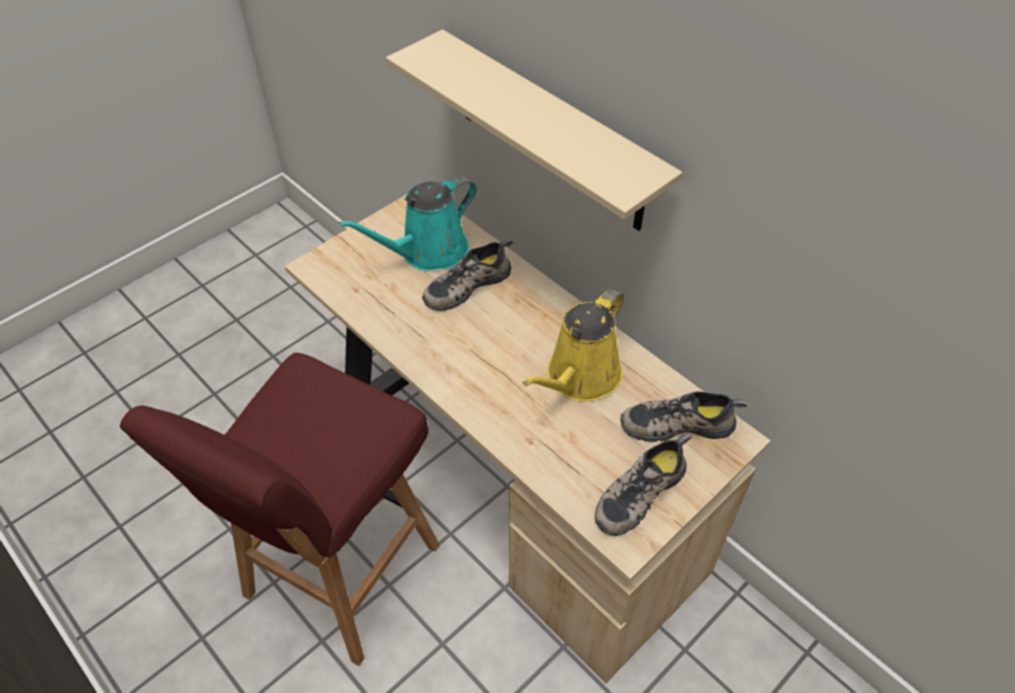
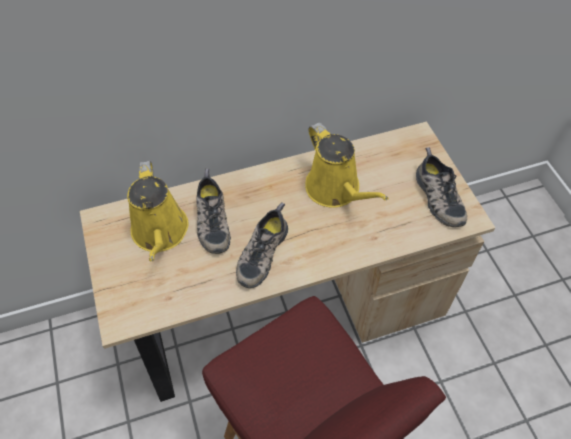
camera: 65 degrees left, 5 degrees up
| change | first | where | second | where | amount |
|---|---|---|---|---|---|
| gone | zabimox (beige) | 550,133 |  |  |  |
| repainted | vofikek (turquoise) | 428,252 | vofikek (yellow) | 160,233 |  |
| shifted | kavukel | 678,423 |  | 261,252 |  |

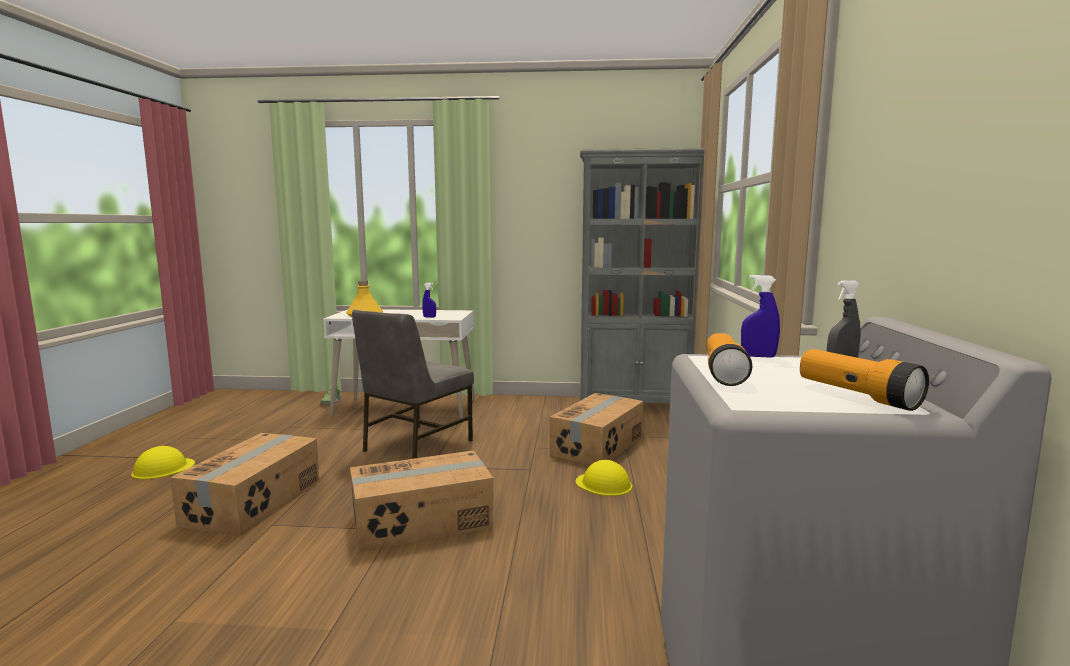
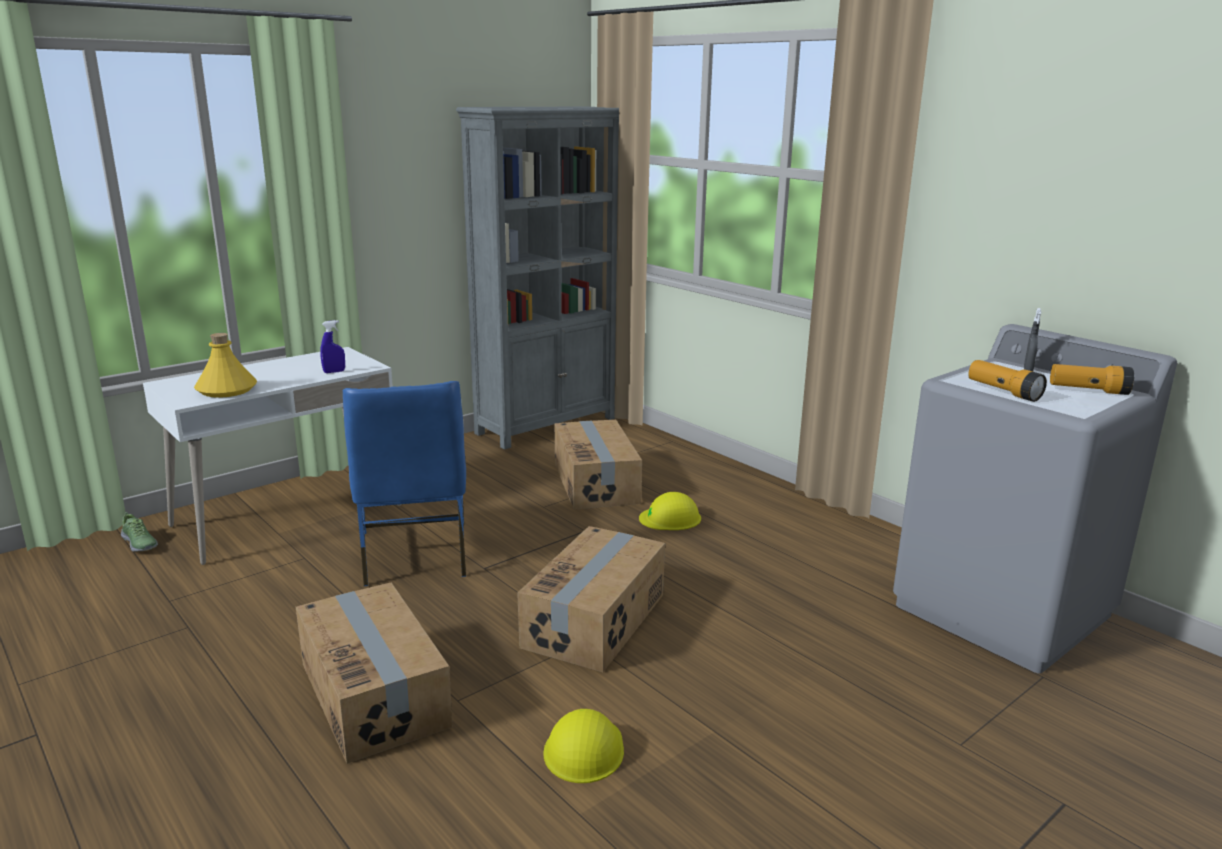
camera: 45 degrees left, 10 degrees up
| change | first | where | second | where | amount |
|---|---|---|---|---|---|
| gone | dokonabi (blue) | 758,356 |  |  |  |
| repainted | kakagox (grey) | 415,446 | kakagox (blue) | 413,554 |  |
| shifted | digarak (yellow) | 163,468 |  | 584,749 |  |

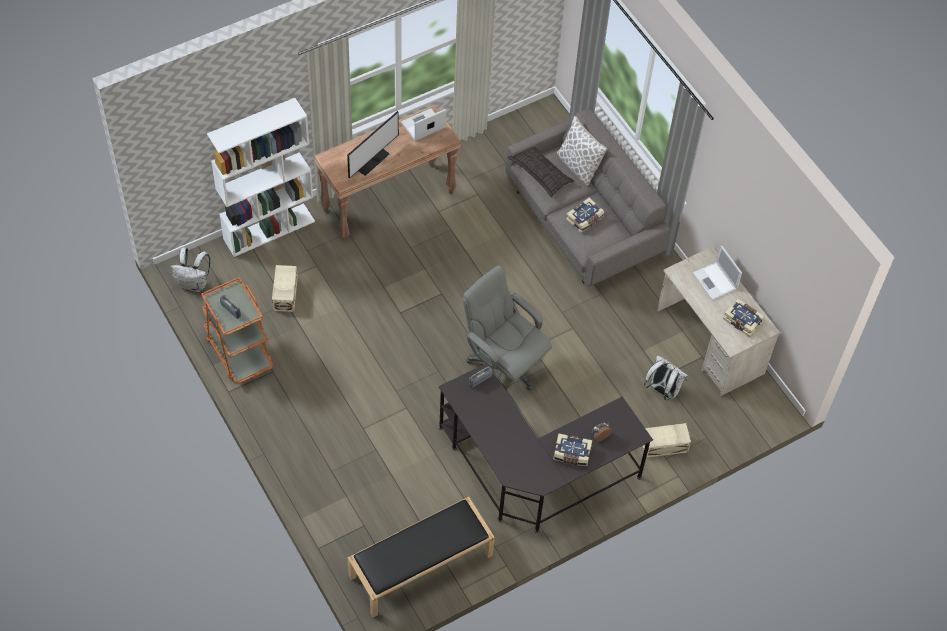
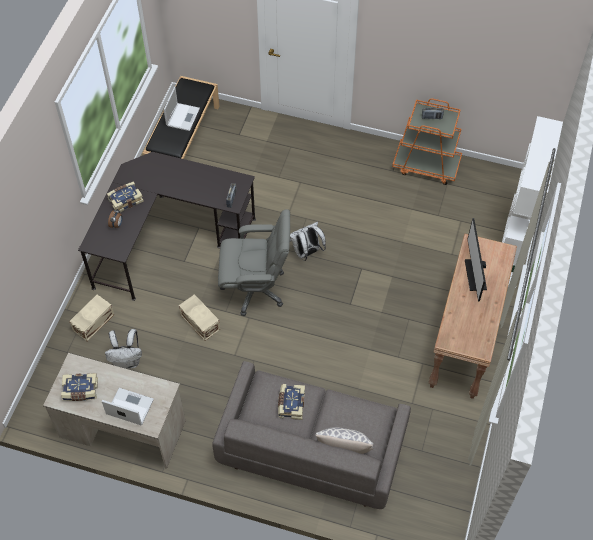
camera: 140 degrees right, 0 degrees up
| change | first | where | second | where | amount |
|---|---|---|---|---|---|
| shifted | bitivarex | 422,125 |  | 183,116 |  |
| gone | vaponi | 540,172 |  |  |  |
| shifted | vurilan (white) | 194,284 |  | 307,252 |  |
| shifted | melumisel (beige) | 284,294 |  | 200,321 |  |

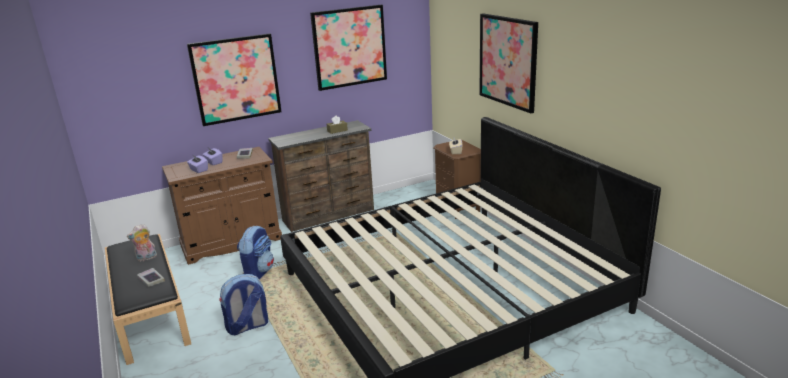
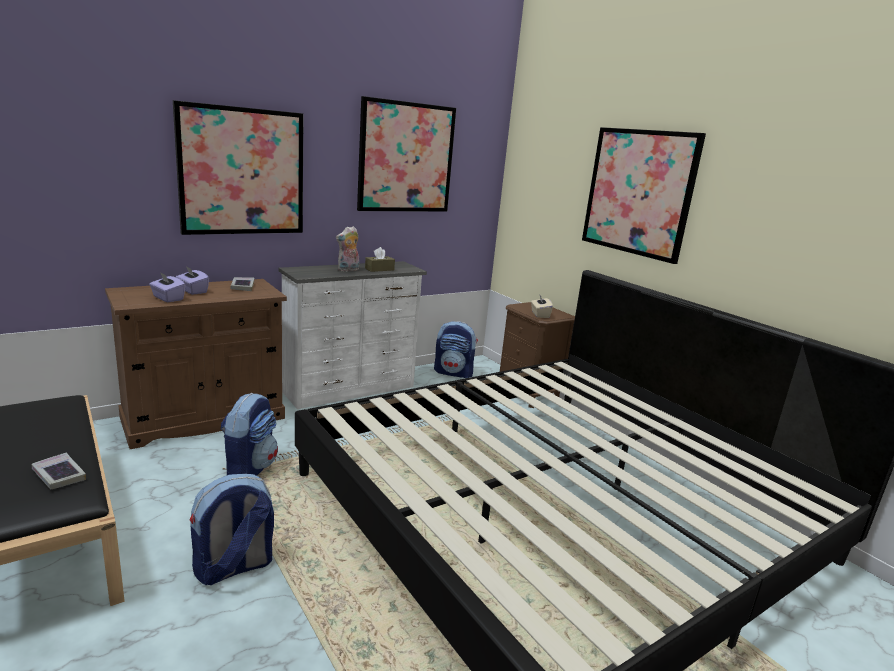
camera: 10 degrees left, 5 degrees down
| change | first | where | second | where | amount |
|---|---|---|---|---|---|
| repainted | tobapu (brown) | 329,215 | tobapu (white) | 351,390 |  |
| shifted | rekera | 146,258 |  | 348,270 |  |
| new |  |  | vurilan | 454,373 |  |

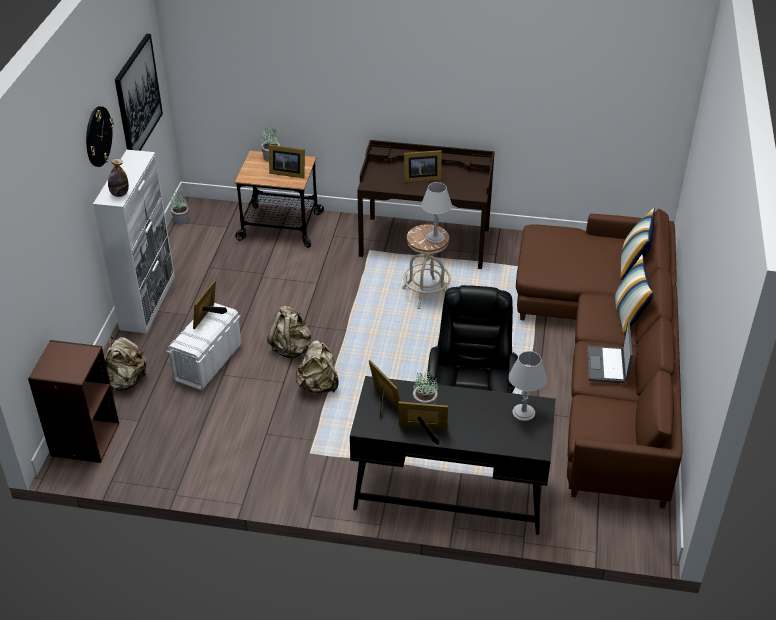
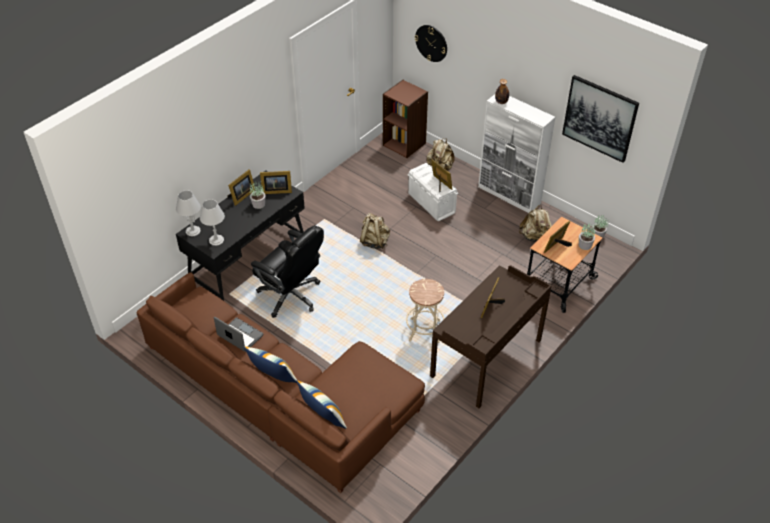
camera: 120 degrees right, 5 degrees up
| change | first | where | second | where | amount |
|---|---|---|---|---|---|
| shifted | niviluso | 98,136 |  | 431,43 |  |
| shifted | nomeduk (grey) | 435,237 |  | 193,231 |  |
| shifted | vurilan (beige) | 291,348 |  | 535,237 |  |

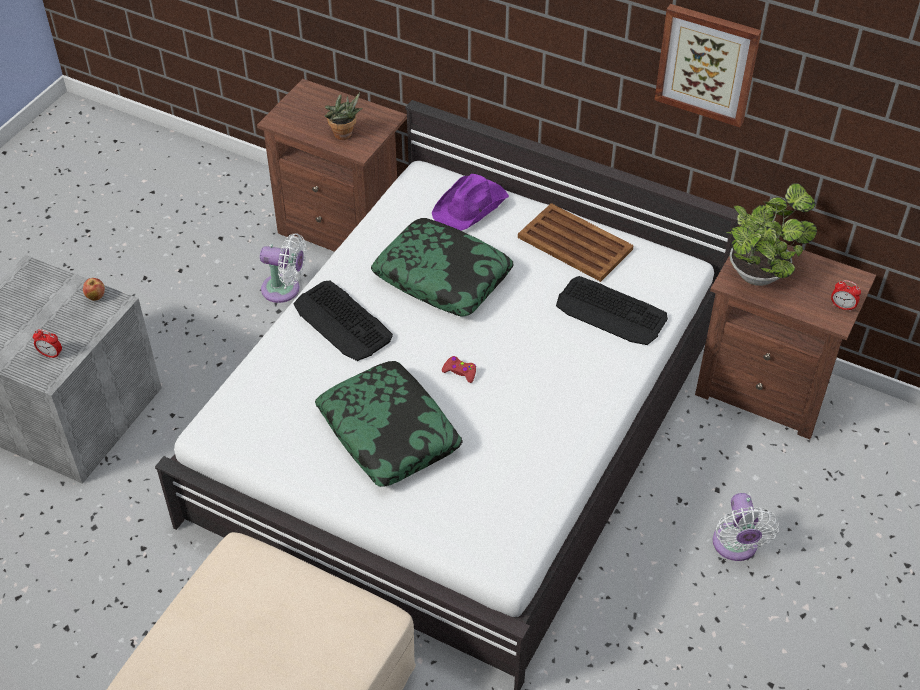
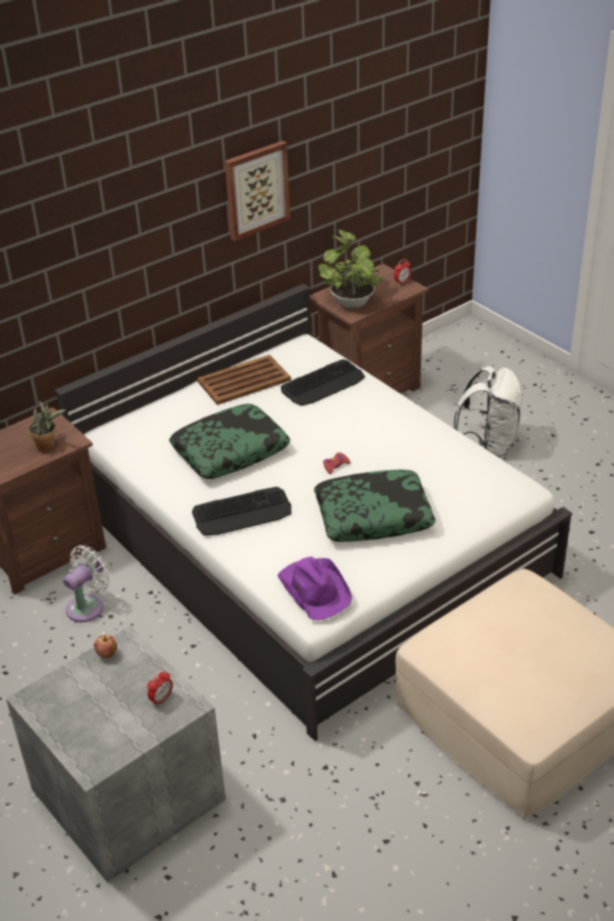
camera: 65 degrees left, 10 degrees down
| change | first | where | second | where | amount |
|---|---|---|---|---|---|
| shifted | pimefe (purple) | 471,206 |  | 315,589 |  |
| swapped | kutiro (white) | 736,546 | vurilan (white) | 488,444 |  |

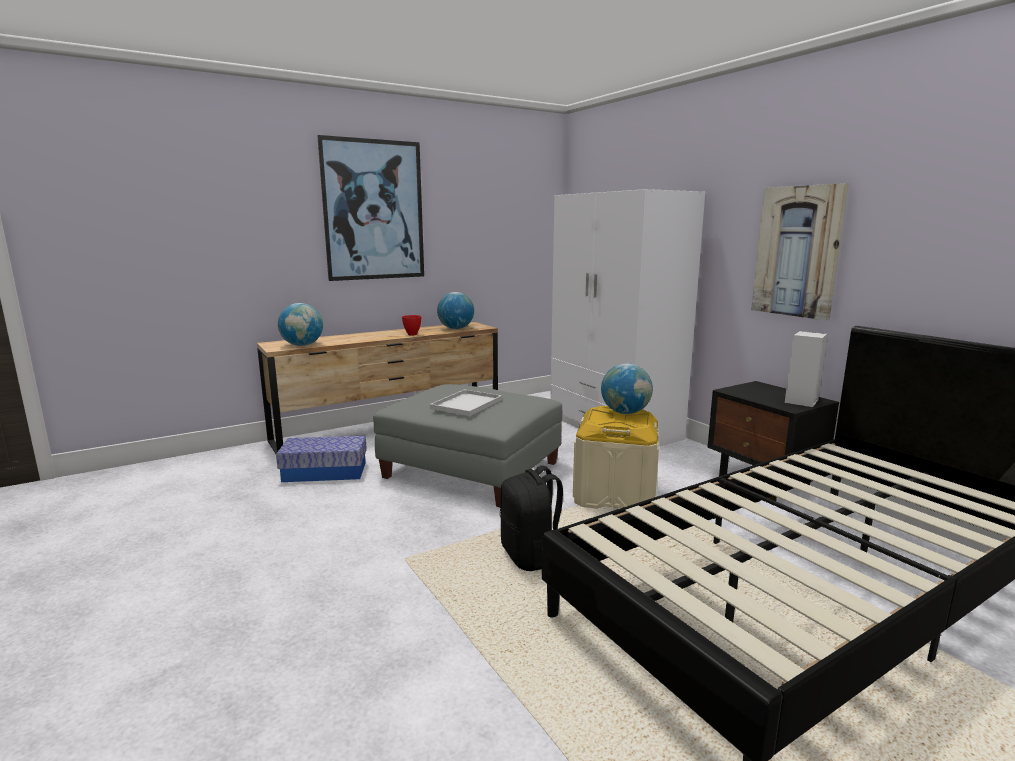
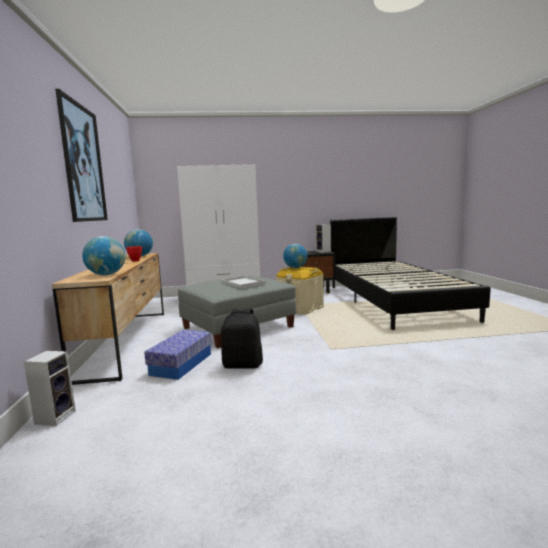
camera: 65 degrees left, 5 degrees down
| change | first | where | second | where | amount |
|---|---|---|---|---|---|
| gone | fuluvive | 797,252 |  |  |  |
| shifted | vurilan (black) | 531,556 |  | 243,365 |  |
| new |  |  | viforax | 55,416 |  |

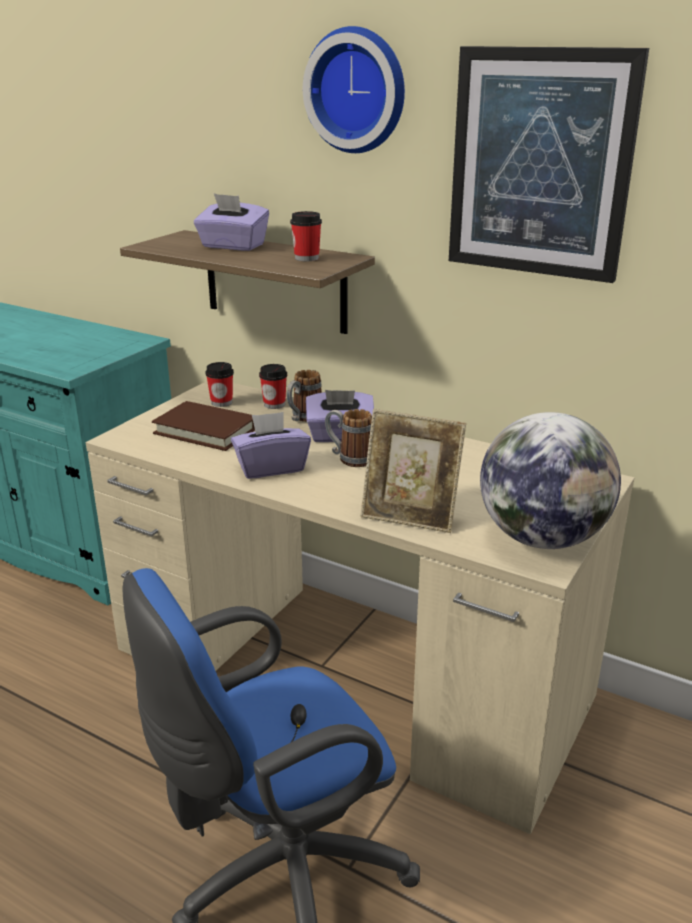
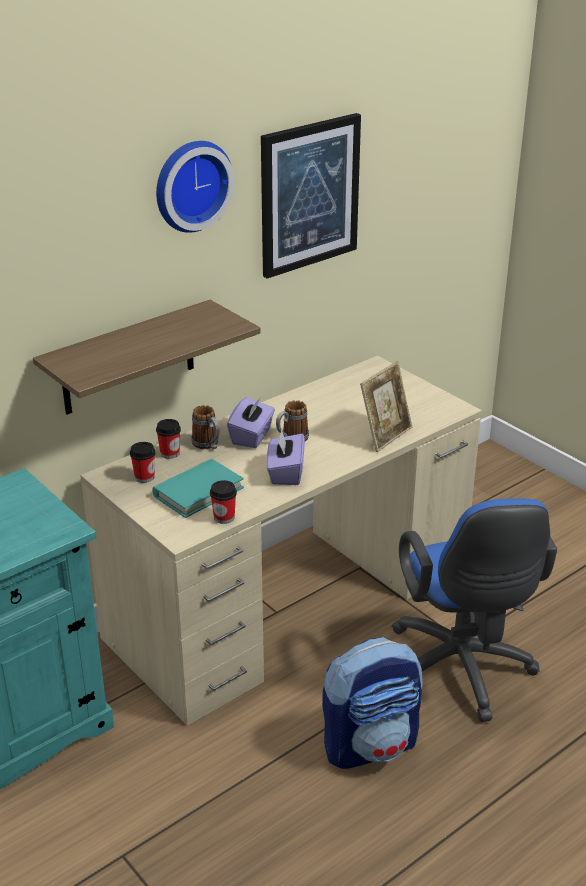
camera: 70 degrees left, 5 degrees up
| change | first | where | second | where | amount |
|---|---|---|---|---|---|
| gone | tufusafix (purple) | 232,246 |  |  |  |
| shifted | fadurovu | 306,258 |  | 224,517 |  |
| repainted | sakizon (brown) | 206,430 | sakizon (turquoise) | 198,492 |  |
| gone | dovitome | 542,538 |  |  |  |
| new |  |  | vurilan | 371,744 |  |

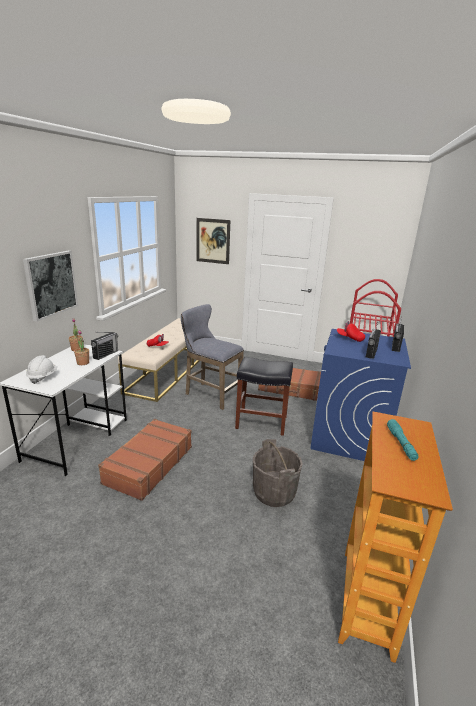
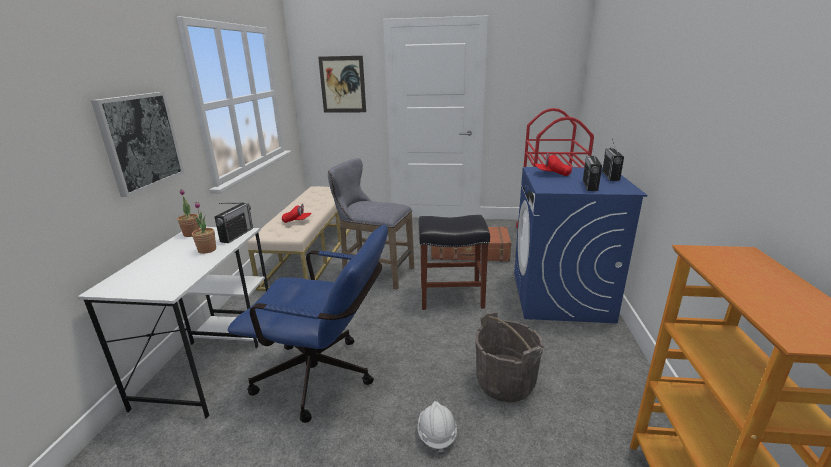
camera: 10 degrees left, 0 degrees up
| change | first | where | second | where | amount |
|---|---|---|---|---|---|
| shifted | digarak (white) | 42,377 |  | 436,434 |  |
| swapped | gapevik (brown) | 148,465 | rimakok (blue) | 324,378 |  |
| gone | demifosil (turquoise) | 401,444 |  |  |  |

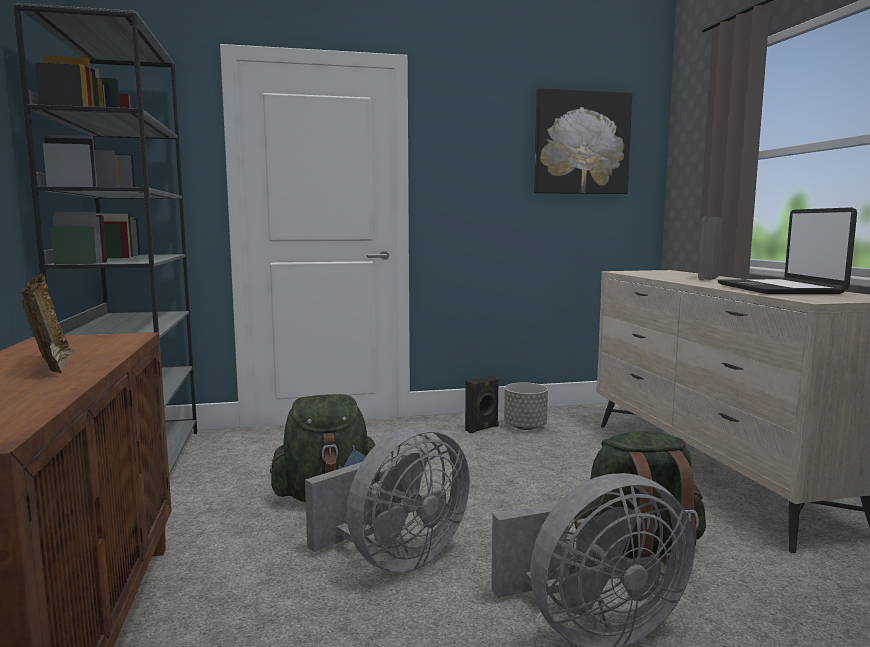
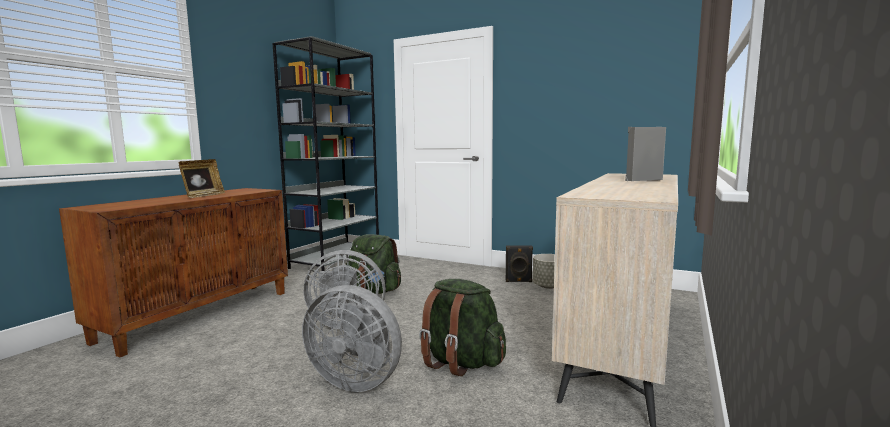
camera: 40 degrees right, 0 degrees up
| change | first | where | second | where | amount |
|---|---|---|---|---|---|
| gone | fuluvive | 581,143 |  |  |  |
| gone | bitivarex | 779,289 |  |  |  |

